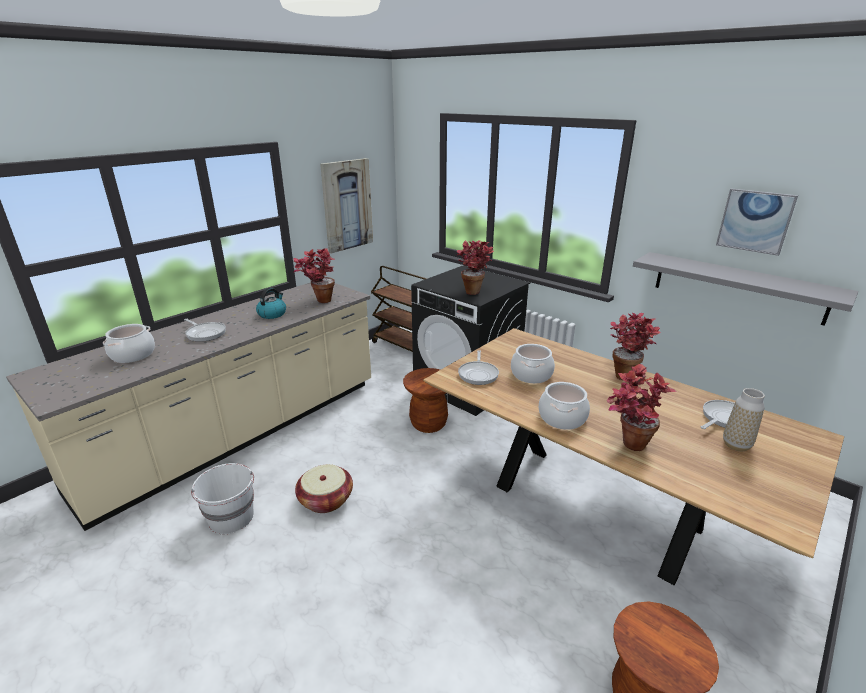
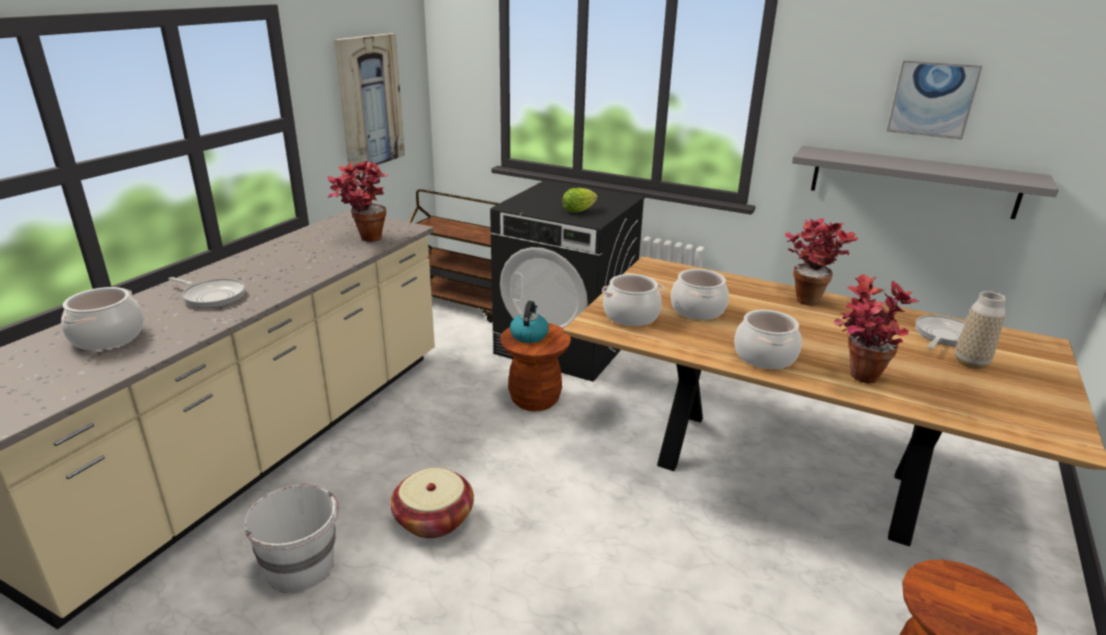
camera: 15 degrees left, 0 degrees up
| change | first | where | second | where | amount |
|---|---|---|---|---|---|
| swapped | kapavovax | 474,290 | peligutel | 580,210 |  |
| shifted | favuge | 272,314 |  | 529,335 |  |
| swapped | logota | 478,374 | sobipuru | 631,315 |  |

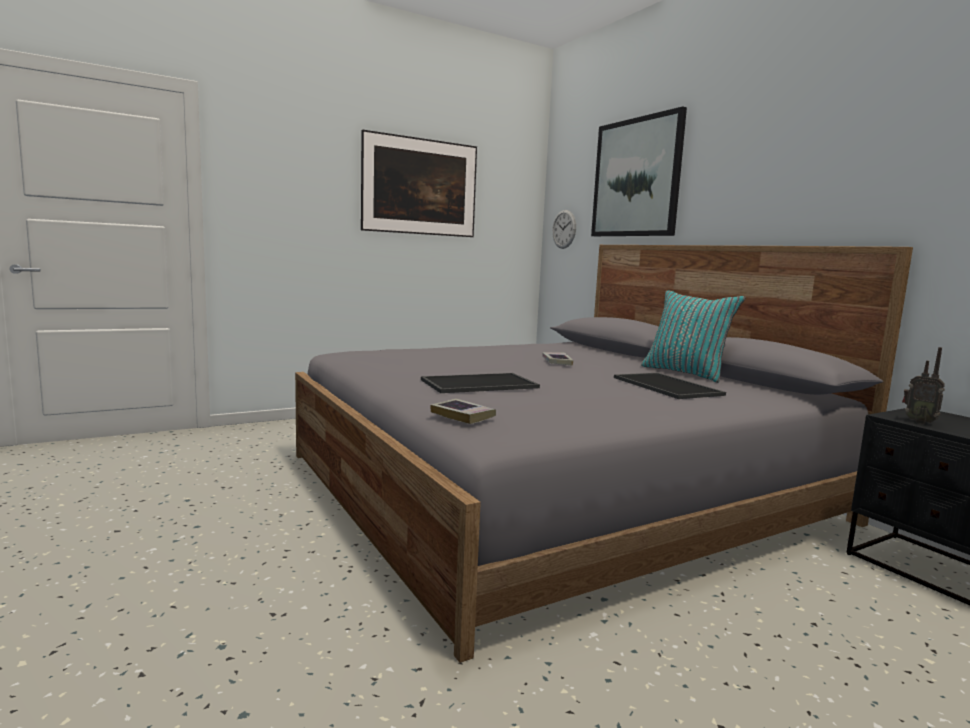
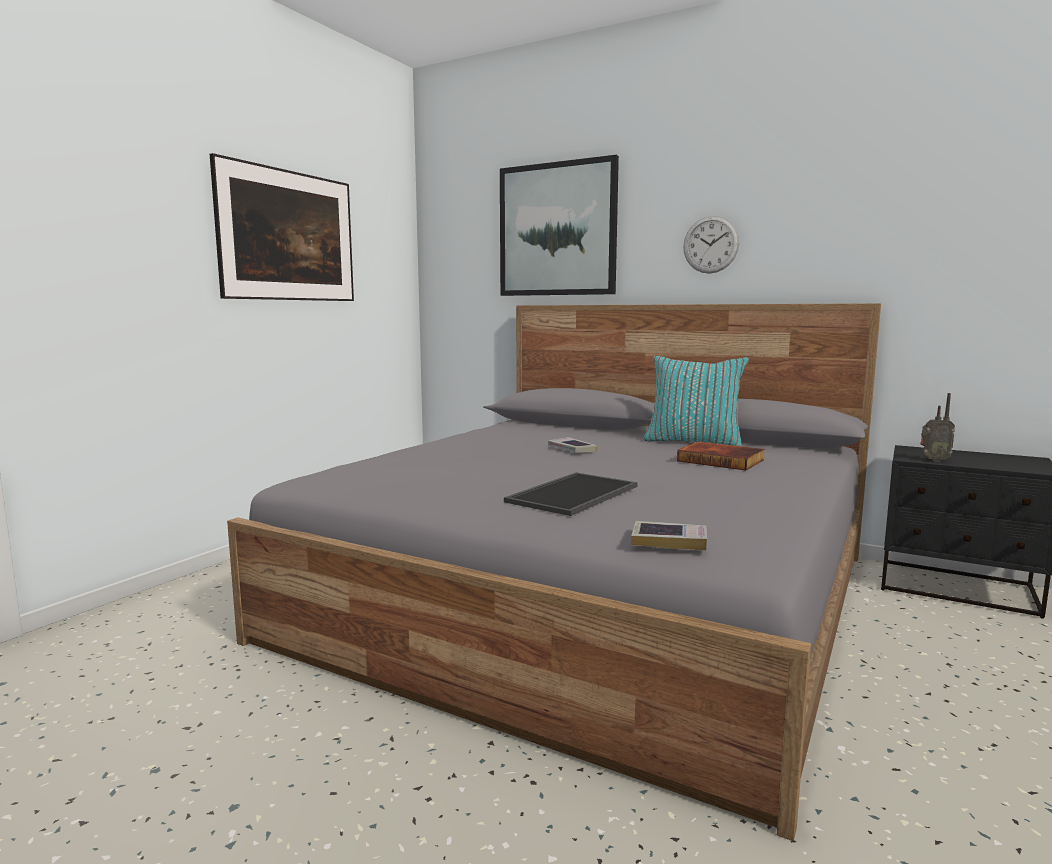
camera: 30 degrees left, 0 degrees up
| change | first | where | second | where | amount |
|---|---|---|---|---|---|
| shifted | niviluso | 564,229 |  | 710,244 |  |
| swapped | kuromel | 668,386 | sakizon | 721,460 |  |

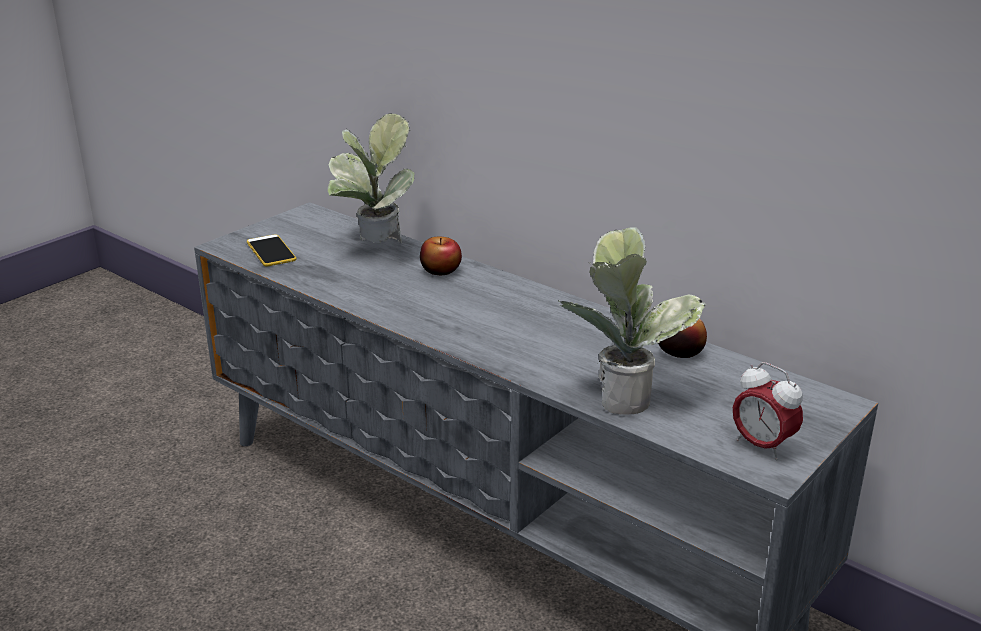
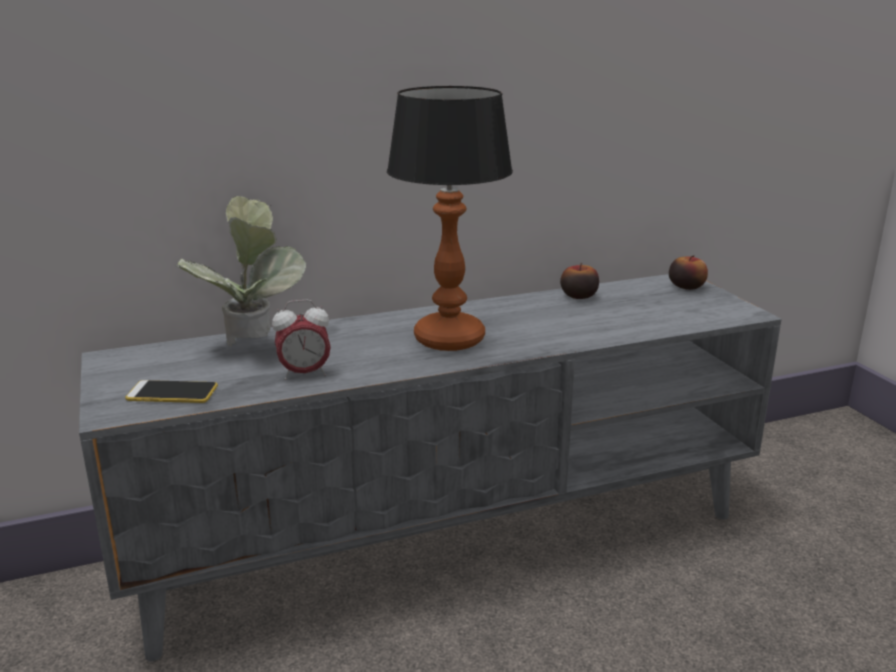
camera: 60 degrees left, 5 degrees down
| change | first | where | second | where | amount |
|---|---|---|---|---|---|
| gone | kapavovax | 621,393 |  |  |  |
| shifted | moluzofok | 441,270 |  | 686,286 |  |
| shifted | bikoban | 762,446 |  | 304,374 |  |
| new |  |  | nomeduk | 448,340 |  |

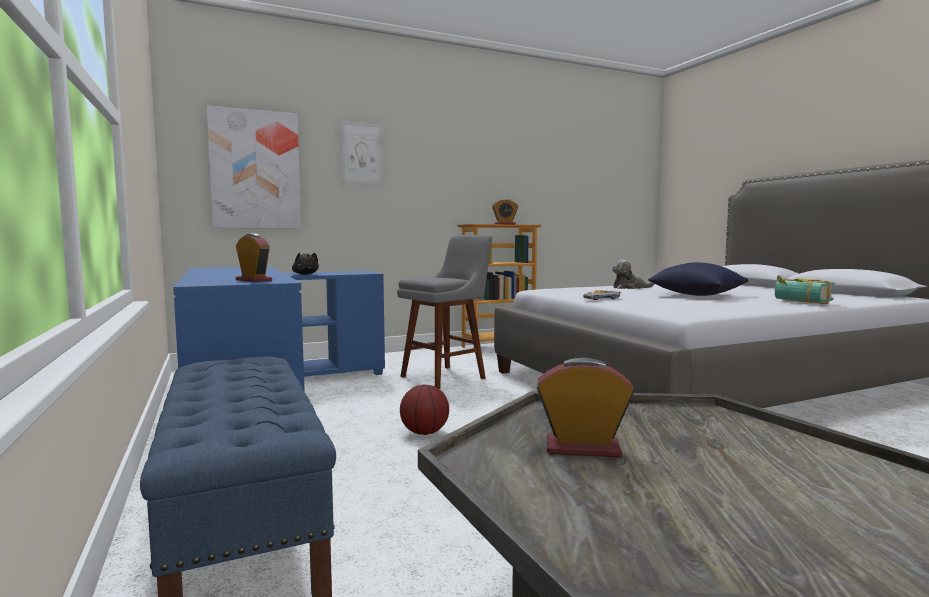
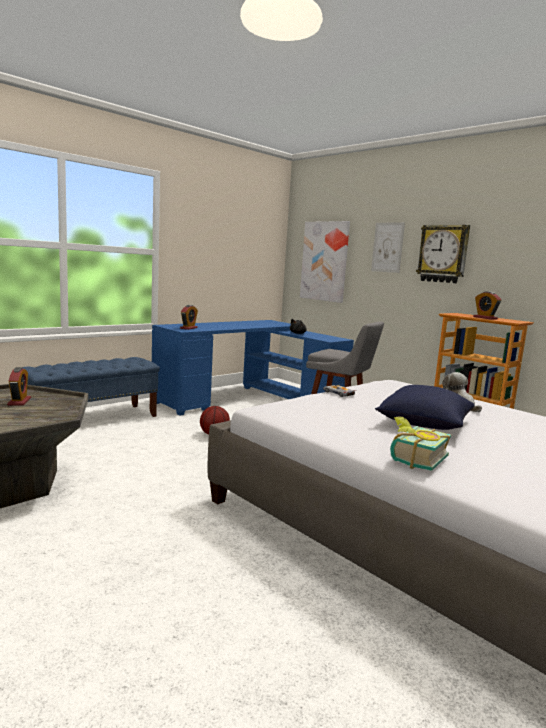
camera: 70 degrees right, 5 degrees up
| change | first | where | second | where | amount |
|---|---|---|---|---|---|
| new |  |  | niviluso | 443,254 |  |

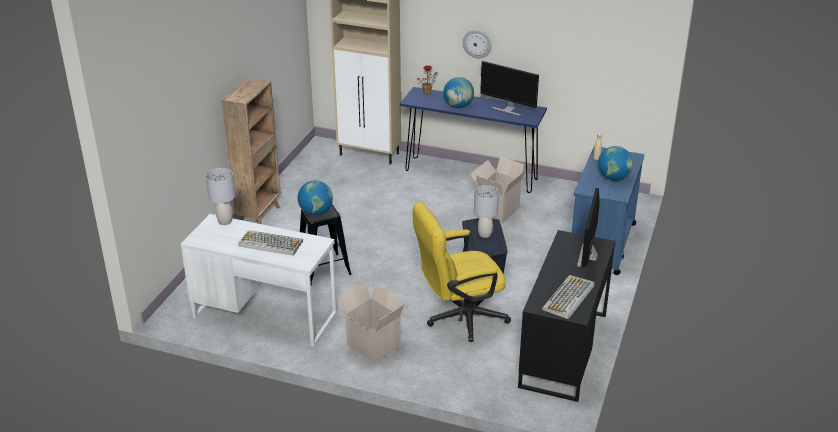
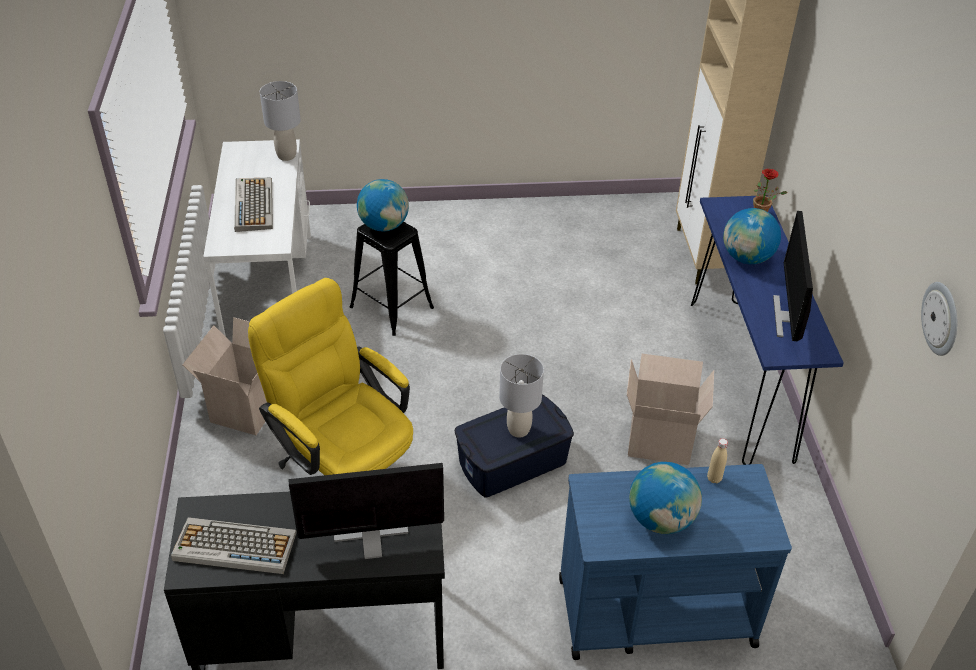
camera: 65 degrees right, 10 degrees up
| change | first | where | second | where | amount |
|---|---|---|---|---|---|
| shifted | niviluso | 477,43 |  | 941,318 |  |
| gone | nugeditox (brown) | 259,215 |  |  |  |

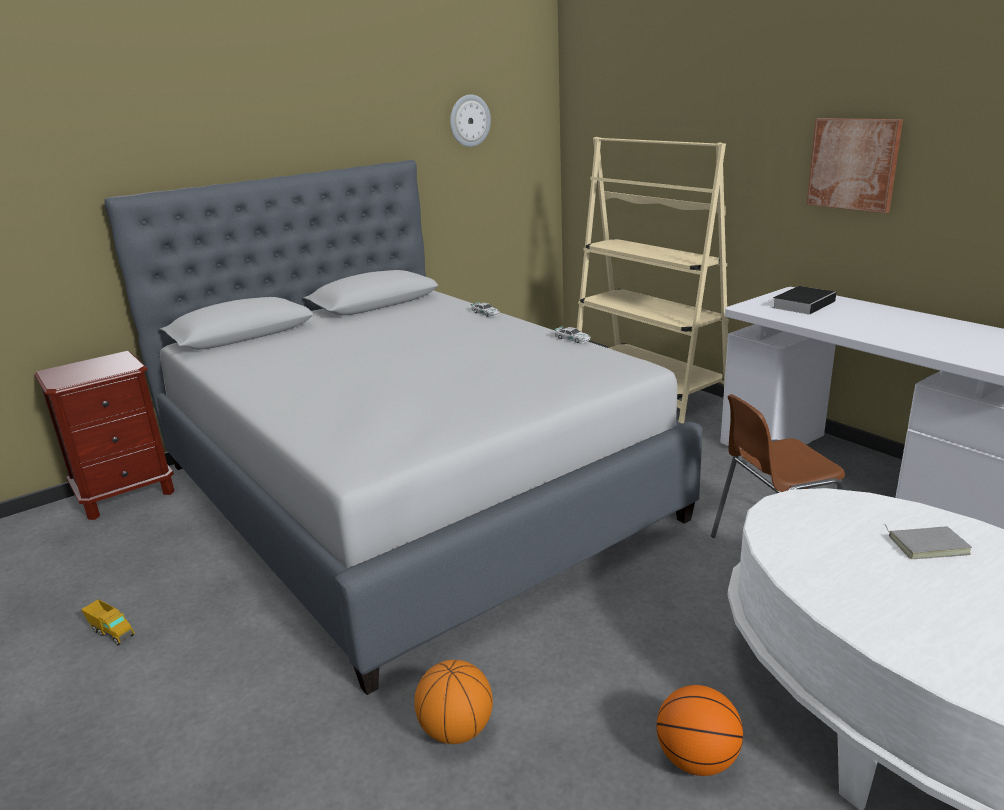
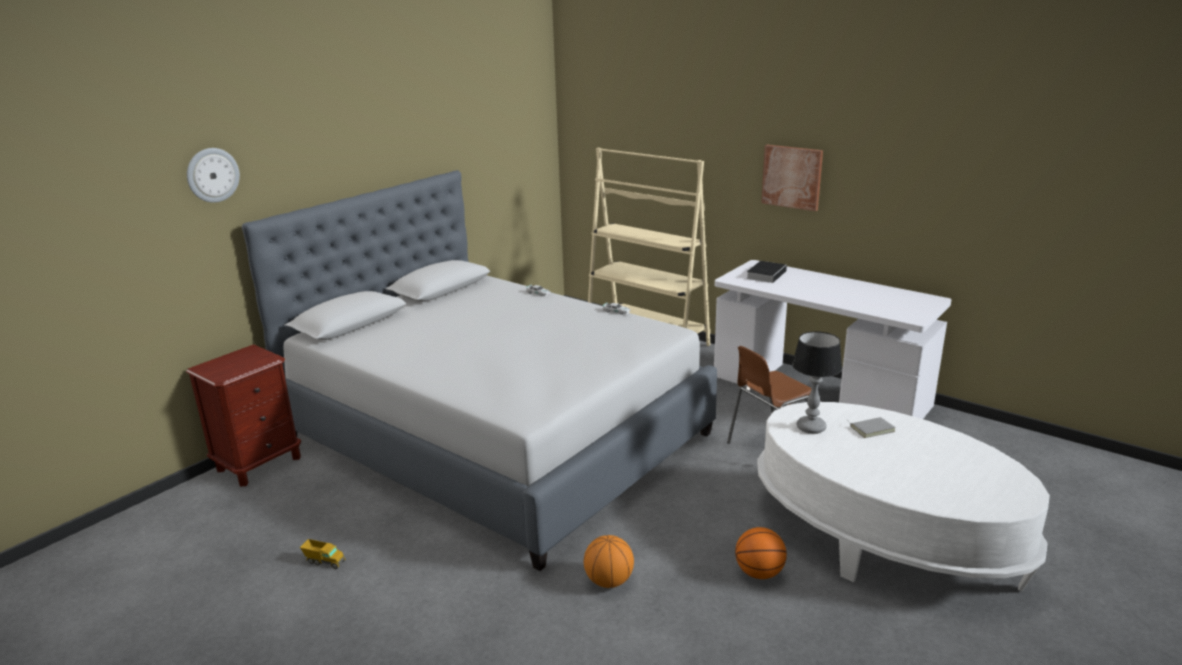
camera: 15 degrees left, 0 degrees up
| change | first | where | second | where | amount |
|---|---|---|---|---|---|
| shifted | niviluso | 469,121 |  | 212,175 |  |
| new |  |  | nomeduk | 811,427 |  |

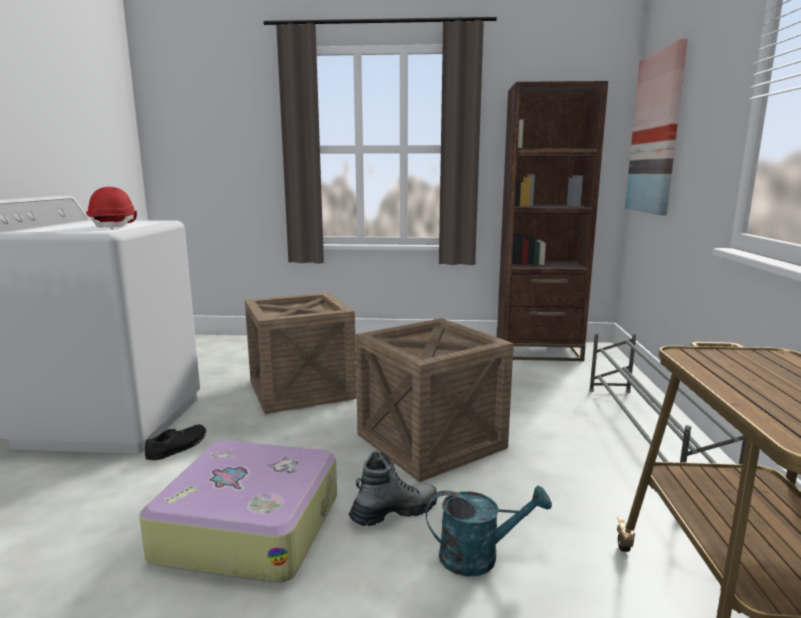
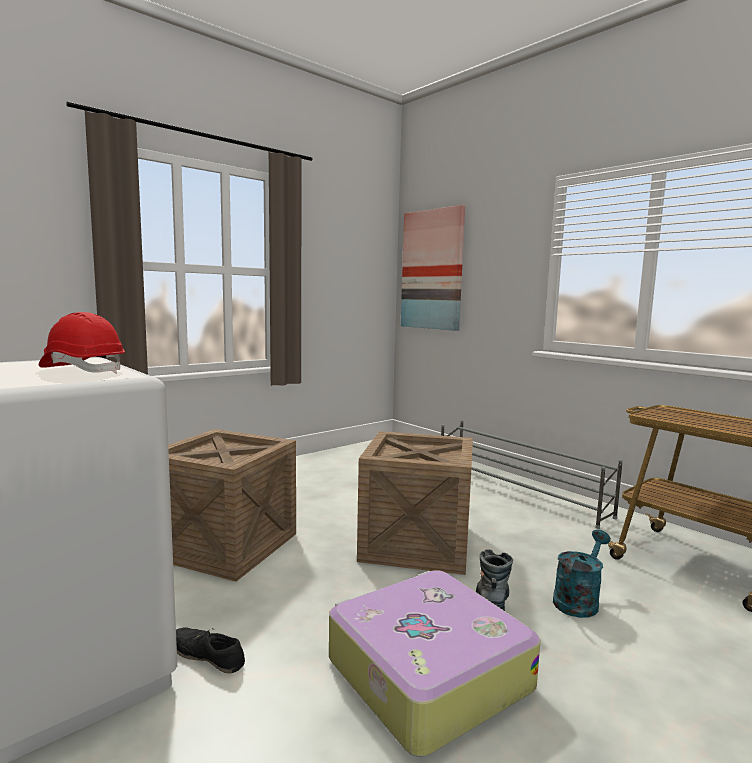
camera: 45 degrees left, 5 degrees down
| change | first | where | second | where | amount |
|---|---|---|---|---|---|
| gone | nugeditox (brown) | 538,351 |  |  |  |
| rotated | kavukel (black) | 177,447 |  | 207,655 | 45 degrees counterclockwise |

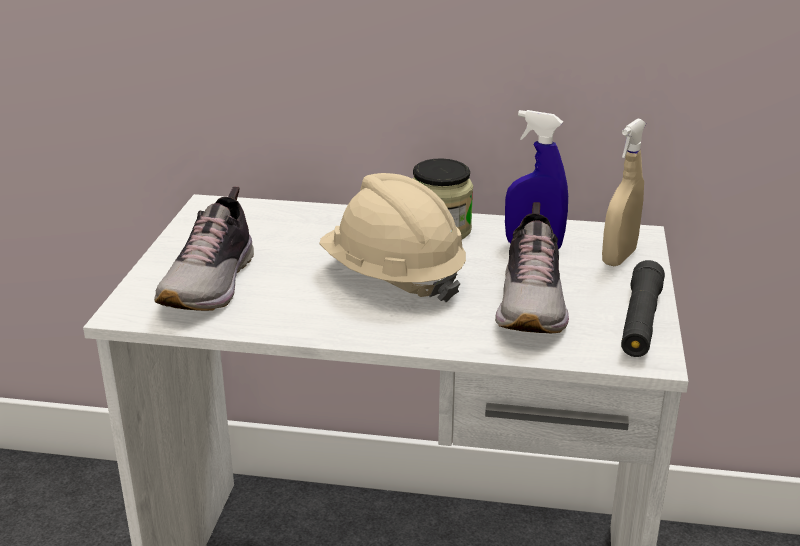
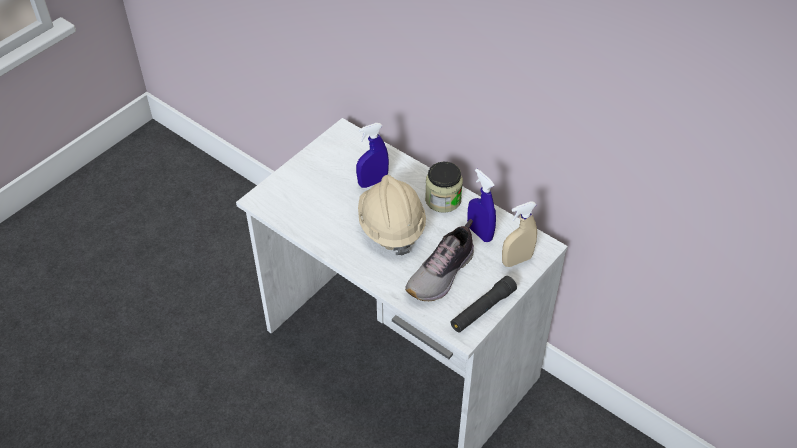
camera: 30 degrees right, 20 degrees up
| change | first | where | second | where | amount |
|---|---|---|---|---|---|
| gone | kavukel | 212,283 |  |  |  |
| new |  |  | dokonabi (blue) | 373,182 |  |

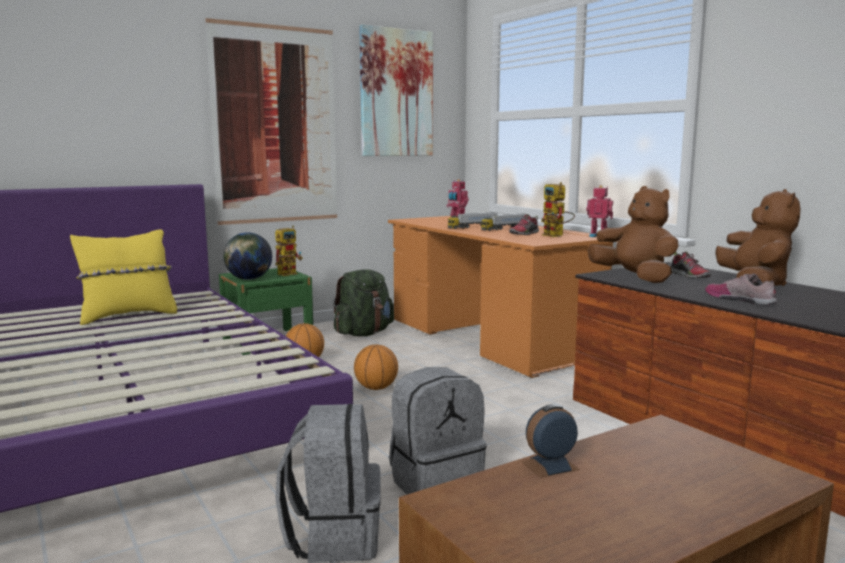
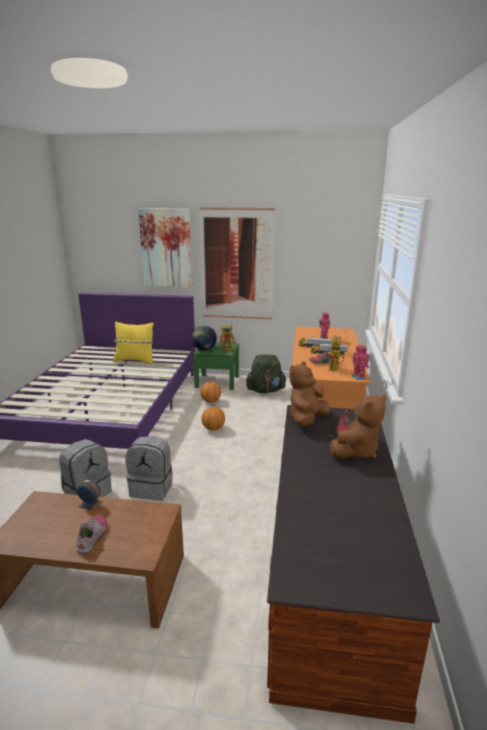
camera: 40 degrees right, 10 degrees up
| change | first | where | second | where | amount |
|---|---|---|---|---|---|
| shifted | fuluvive | 396,93 |  | 166,248 |  |
| rotated | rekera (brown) | 634,278 |  | 307,419 | 150 degrees counterclockwise |
| shifted | kavukel | 740,300 |  | 93,536 |  |

